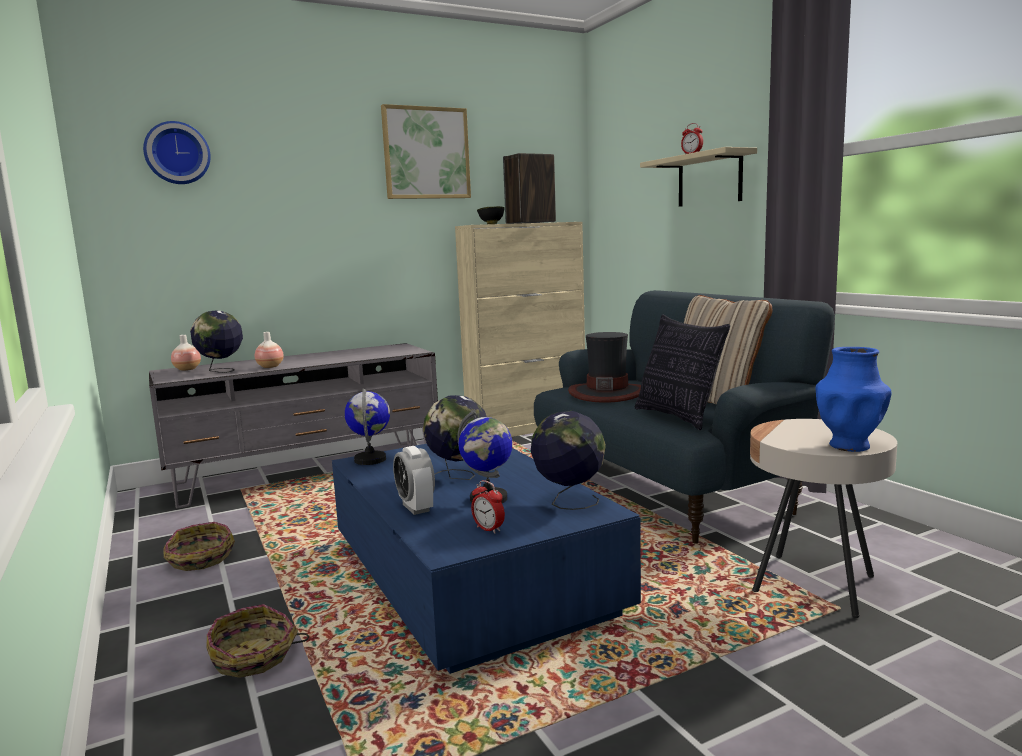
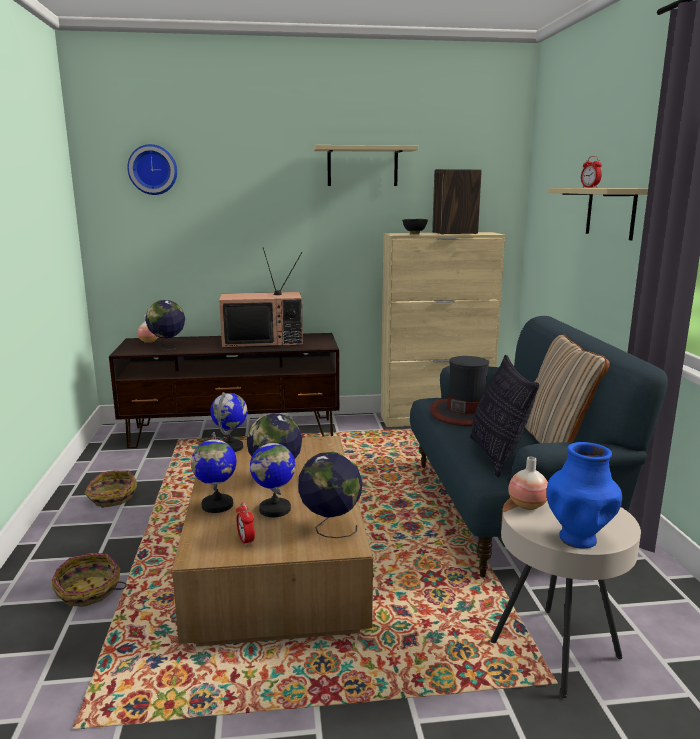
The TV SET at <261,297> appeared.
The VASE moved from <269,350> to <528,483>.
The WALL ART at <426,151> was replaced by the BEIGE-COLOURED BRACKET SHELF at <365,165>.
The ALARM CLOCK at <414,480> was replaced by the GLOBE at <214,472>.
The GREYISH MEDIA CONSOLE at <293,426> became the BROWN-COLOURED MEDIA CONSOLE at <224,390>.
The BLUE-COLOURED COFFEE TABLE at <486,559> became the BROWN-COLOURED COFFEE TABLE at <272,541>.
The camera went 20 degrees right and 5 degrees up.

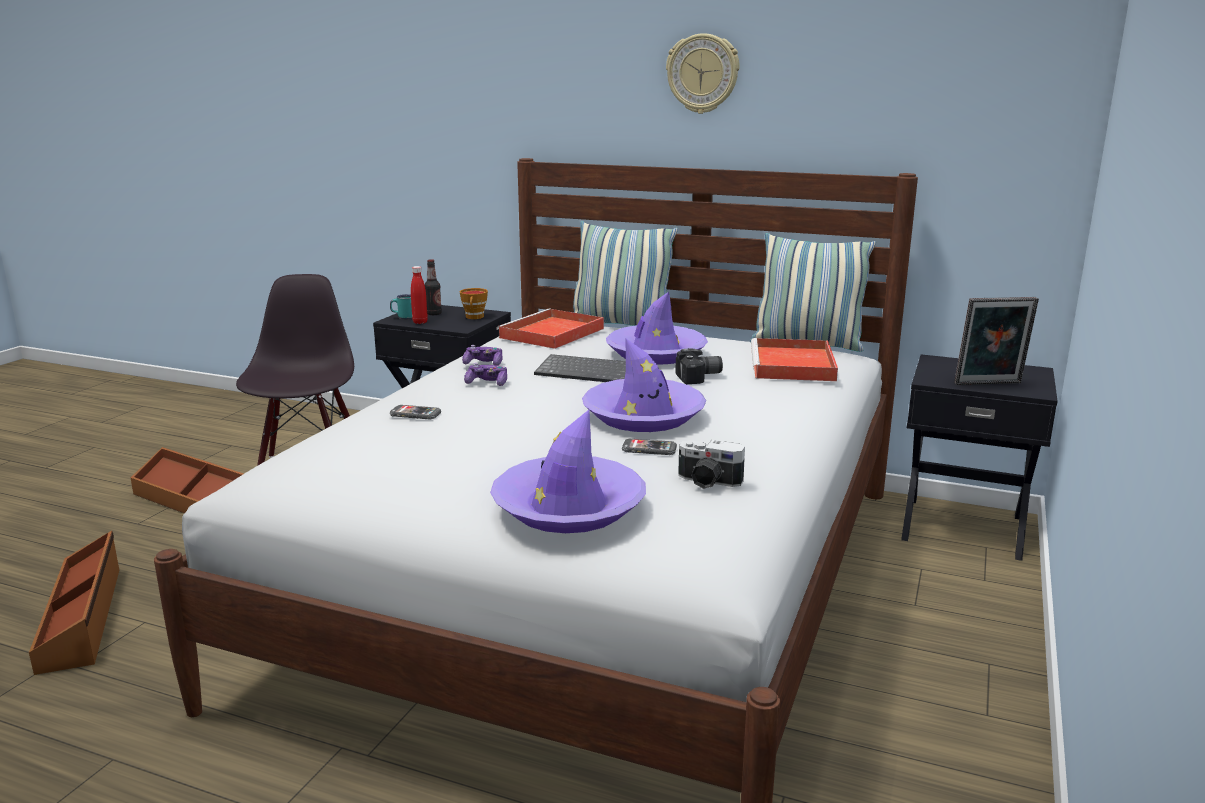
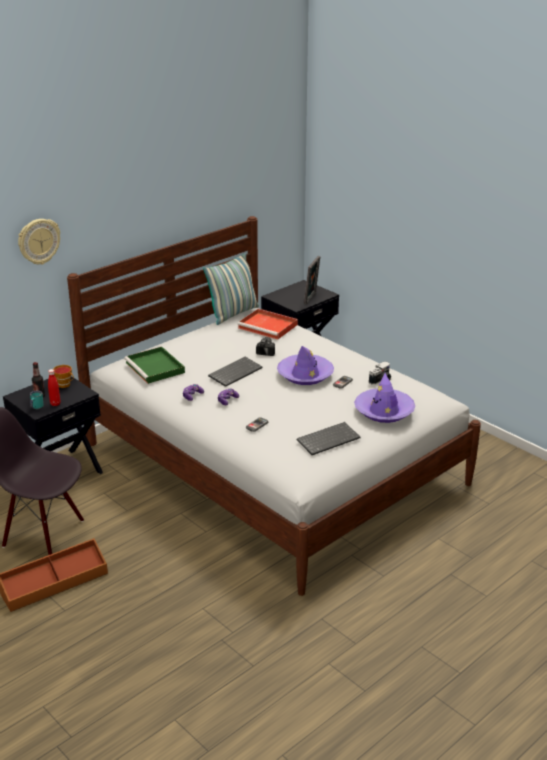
The BROWN-COLOURED STORAGE CONTAINER at <74,603> disappeared.
The THROW PILLOW at <625,273> disappeared.
The PURPLE CLOTHING HAT at <657,328> disappeared.
The KEYBOARD at <328,438> appeared.
The CLOCK ON THE WALL moved from <702,73> to <39,242>.
The RED CARRYING TRAY at <550,328> became the GREEN CARRYING TRAY at <154,365>.
The camera went 65 degrees left and 10 degrees up.

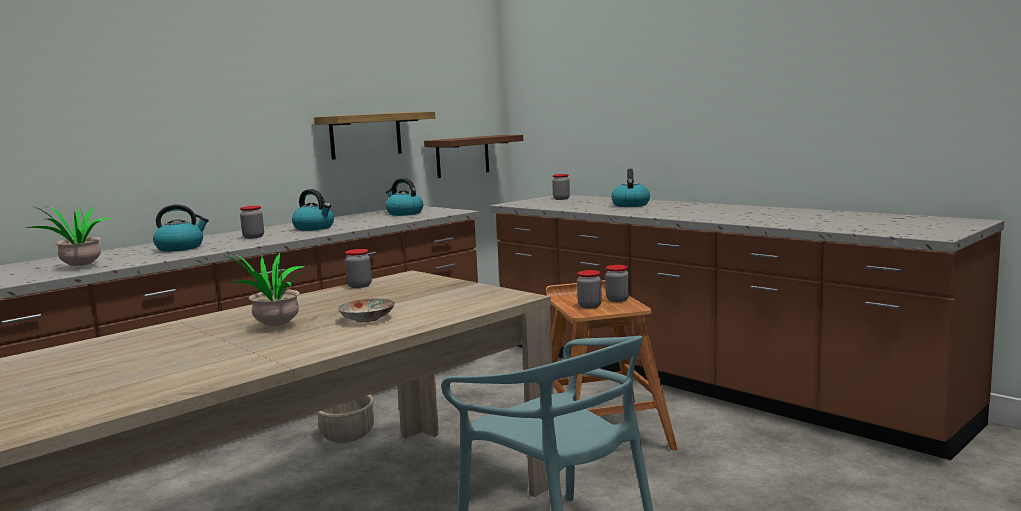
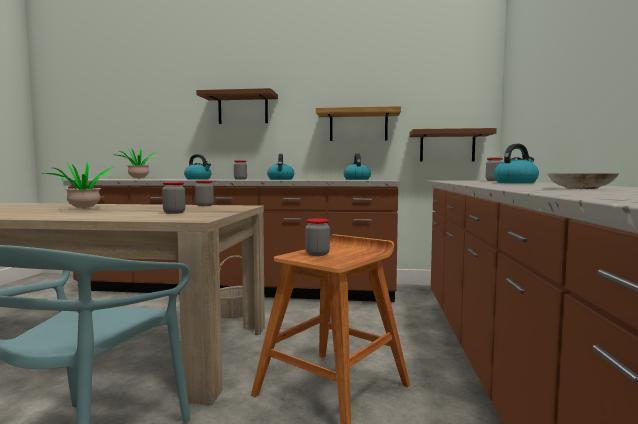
The BROWN-COLOURED BRACKET SHELF at <237,106> appeared.
The FLAT DISH moved from <366,310> to <583,181>.
The JAR moved from <617,283> to <173,198>.
The camera went 50 degrees right and 5 degrees down.

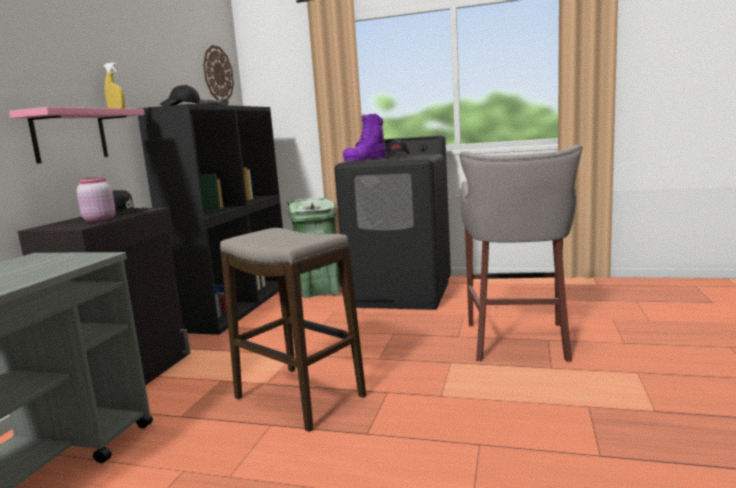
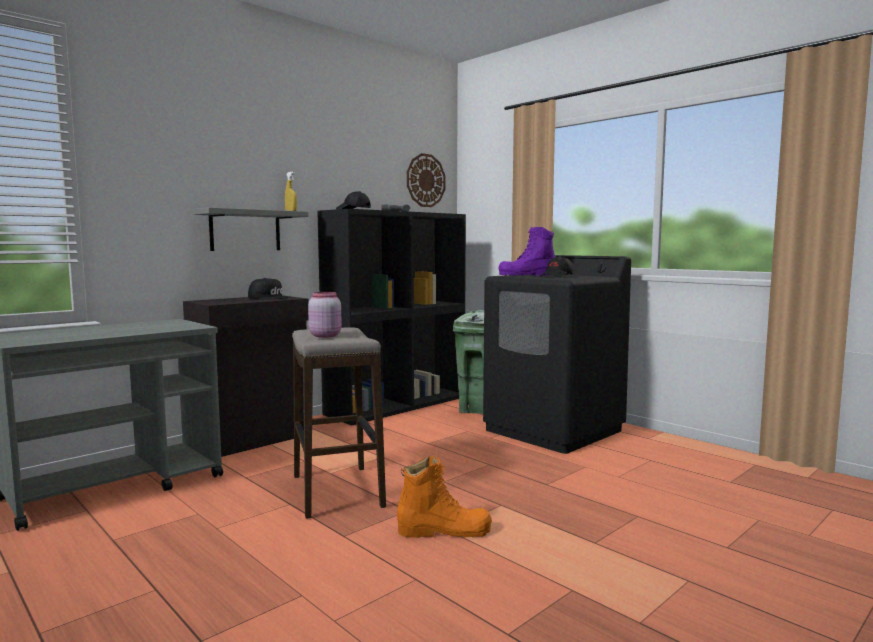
The GREYISH SITTING STOOL at <521,253> disappeared.
The ORANGEY BOOT at <444,497> appeared.
The PINK JAR moved from <96,200> to <325,315>.
The PINK BRACKET SHELF at <77,135> became the GREYISH BRACKET SHELF at <251,229>.
The camera went 30 degrees right and 5 degrees down.

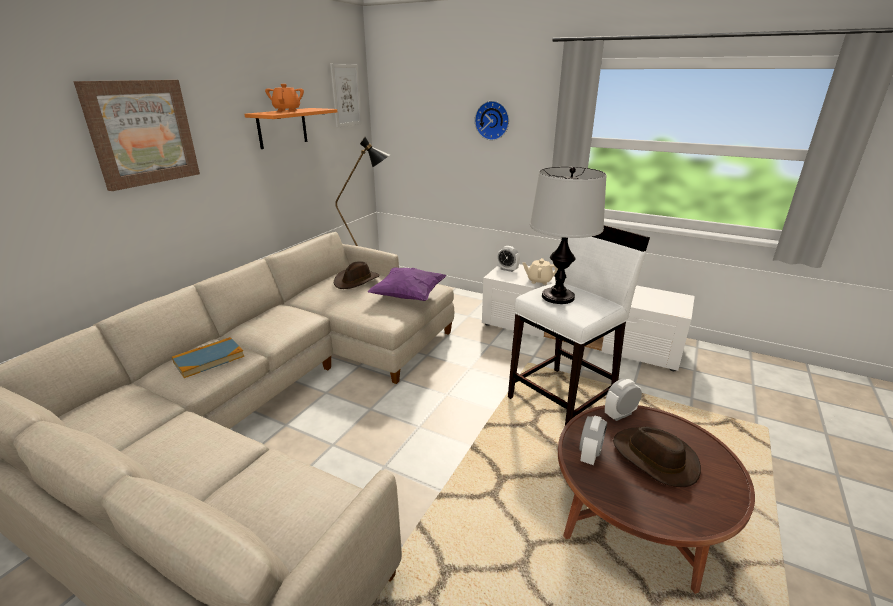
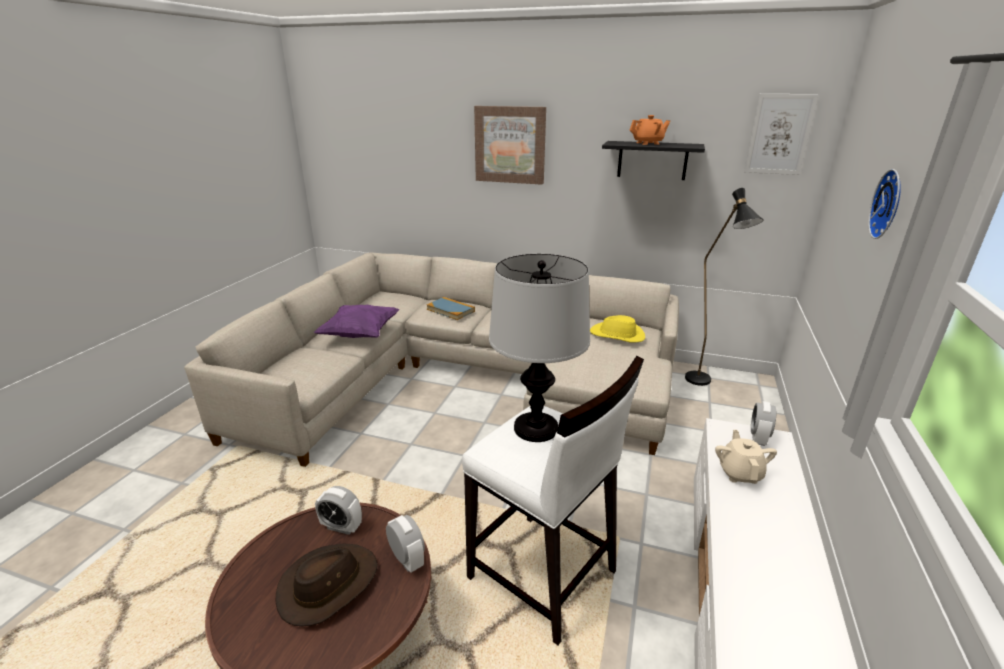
The PURPLE THROW PILLOW moved from <406,284> to <357,321>.
The ORANGEY BRACKET SHELF at <291,128> became the BLACK-COLOURED BRACKET SHELF at <653,160>.
The BROWN-COLOURED CLOTHING HAT at <357,275> became the YELLOW CLOTHING HAT at <617,328>.
The camera went 80 degrees right and 0 degrees up.

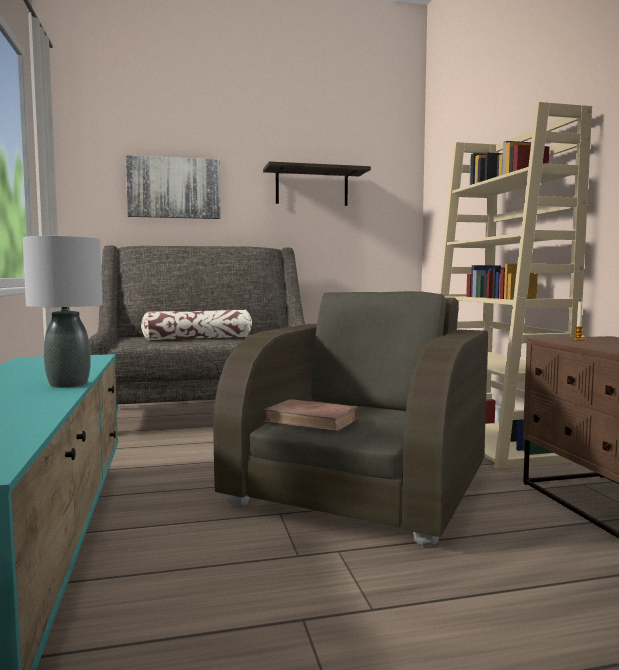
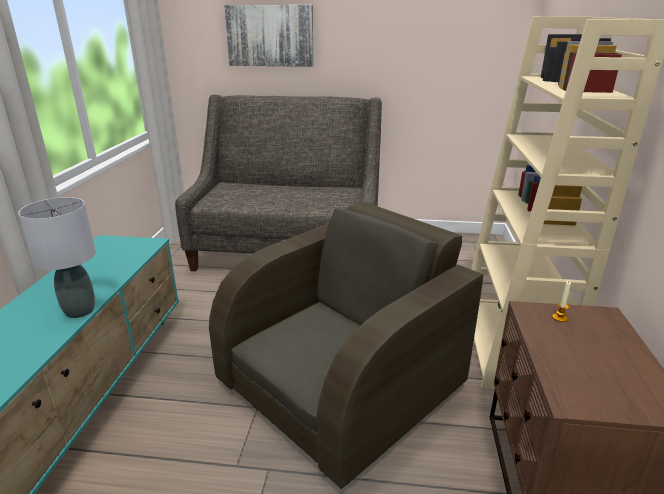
The THROW PILLOW at <196,325> disappeared.
The BRACKET SHELF at <317,183> disappeared.
The BROWN-COLOURED BOUND BOOK at <311,415> disappeared.
The camera went 20 degrees right and 20 degrees up.

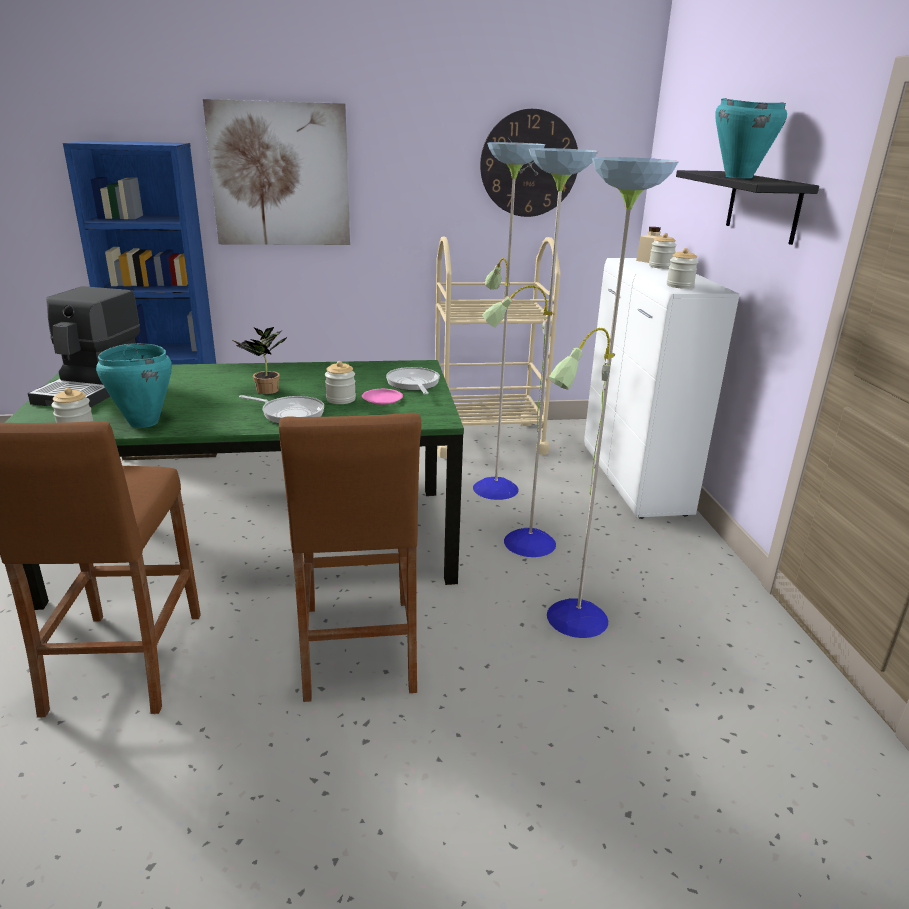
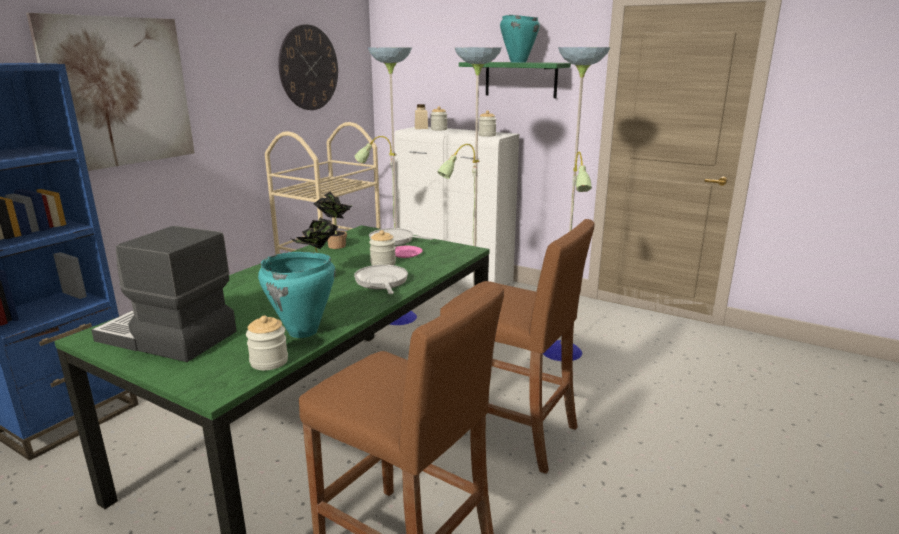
The HOUSEPLANT at <333,220> appeared.
The BLACK-COLOURED BRACKET SHELF at <747,207> became the GREEN BRACKET SHELF at <515,80>.
The COFFEE BREWER at <84,346> turned 150 degrees clockwise.
The FRYING PAN at <281,409> turned 75 degrees counterclockwise.
The camera went 50 degrees left and 5 degrees down.

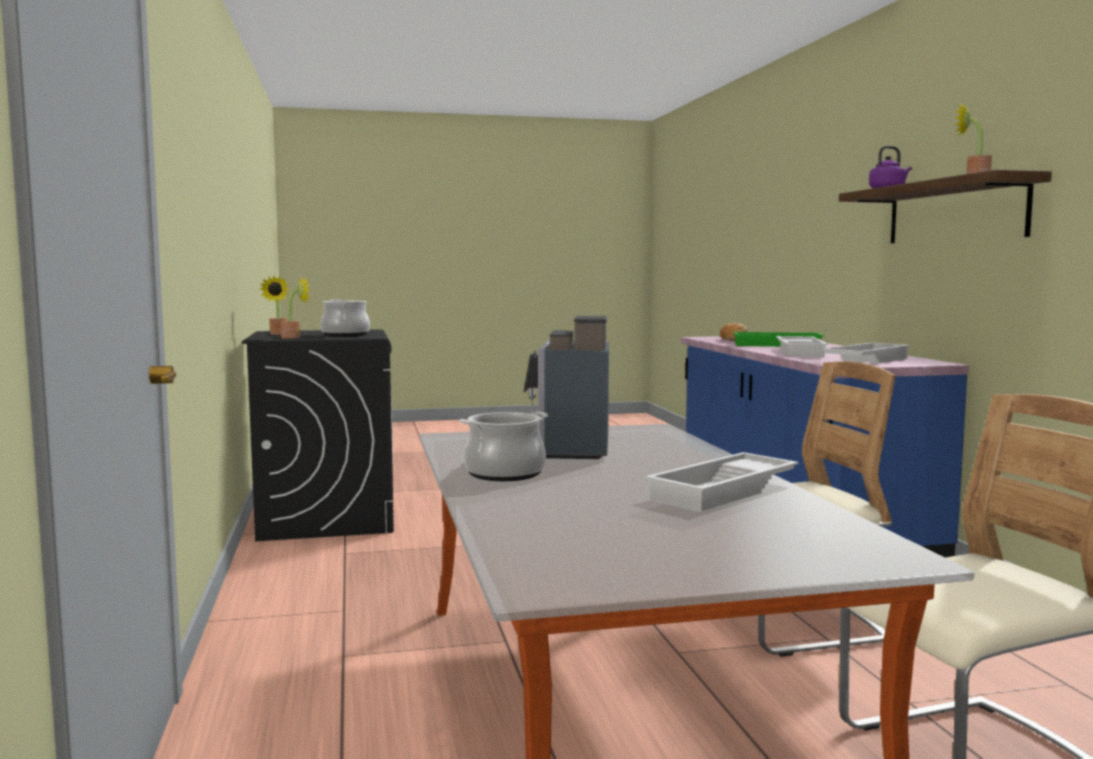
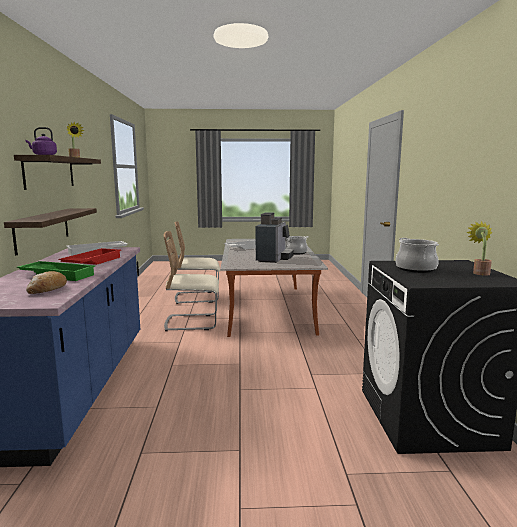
The HOUSEPLANT at <295,307> disappeared.
The BRACKET SHELF at <50,232> appeared.
The WHITE-COLOURED CARRYING TRAY at <802,346> became the RED CARRYING TRAY at <90,256>.
The camera went 170 degrees left and 5 degrees up.

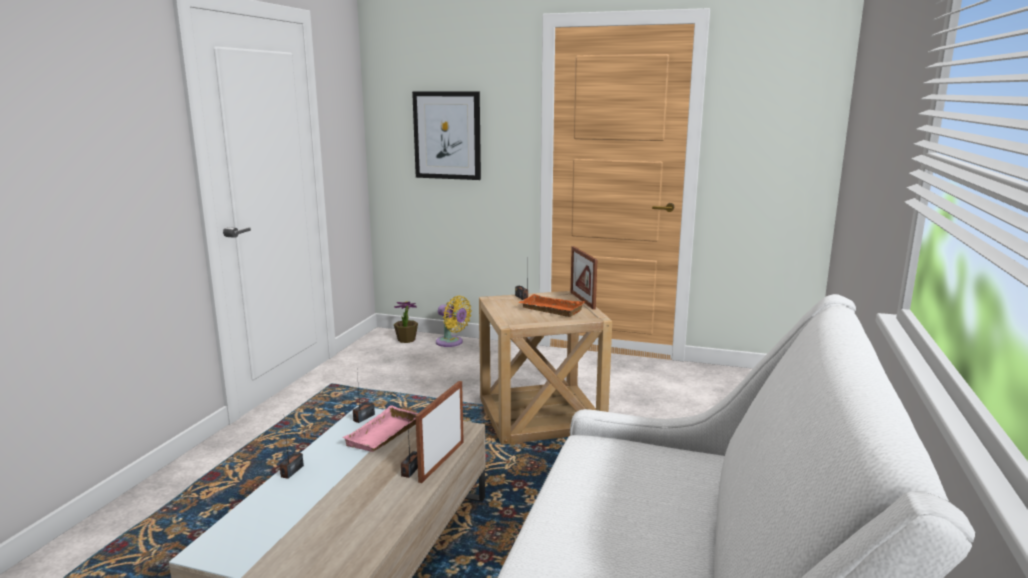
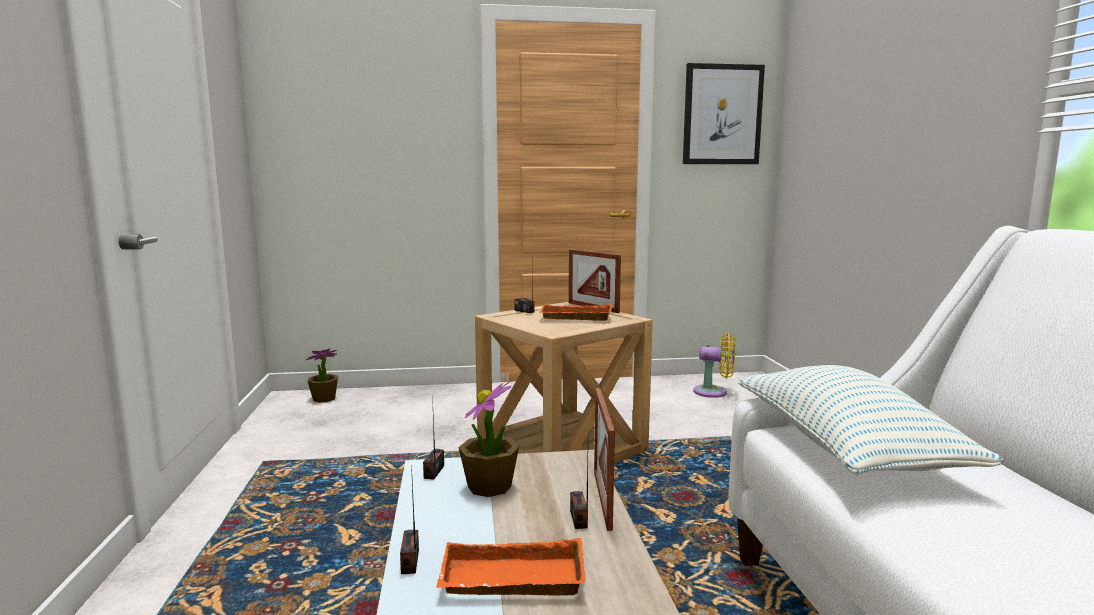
The ORANGEY CARRYING TRAY at <511,567> appeared.
The THROW PILLOW at <871,420> appeared.
The WALL ART moved from <446,135> to <724,113>.
The YELLOW FAN moved from <454,321> to <714,365>.
The PINK CARRYING TRAY at <380,428> was replaced by the HOUSEPLANT at <488,439>.
The camera went 25 degrees left and 5 degrees down.

